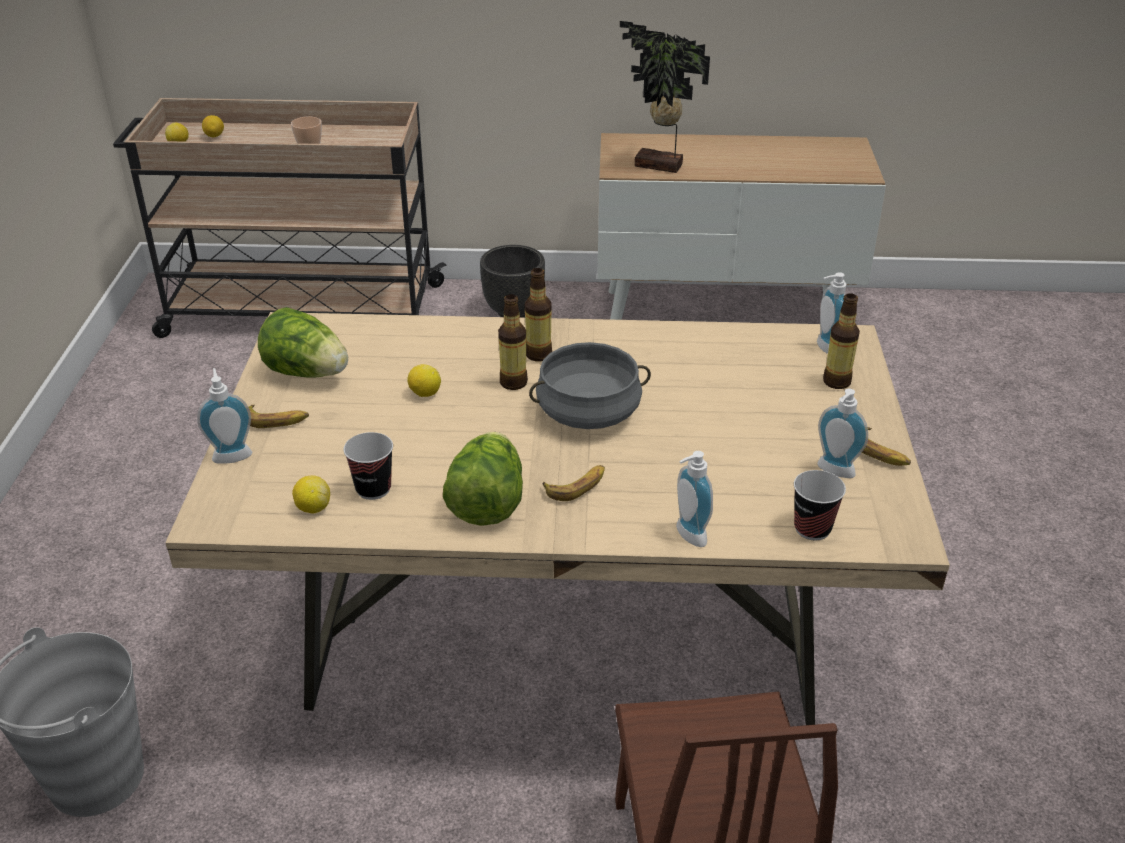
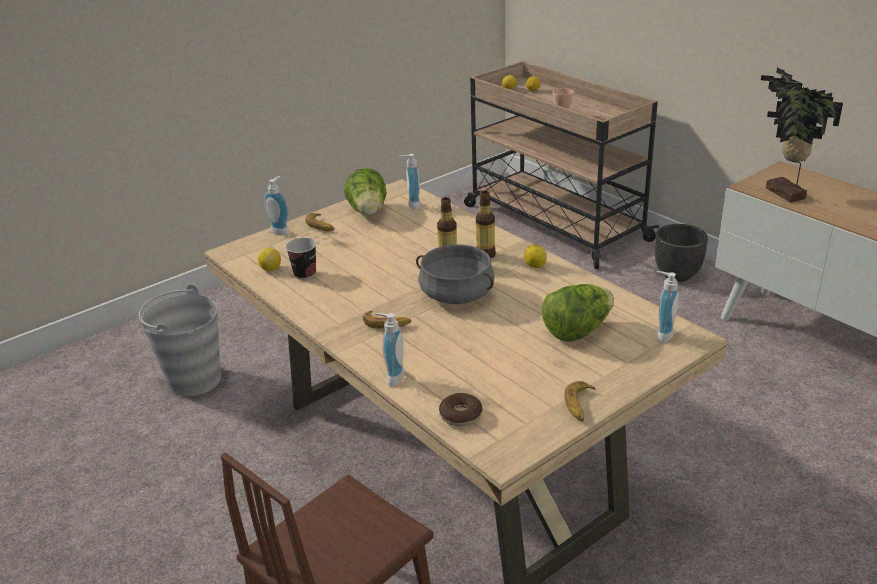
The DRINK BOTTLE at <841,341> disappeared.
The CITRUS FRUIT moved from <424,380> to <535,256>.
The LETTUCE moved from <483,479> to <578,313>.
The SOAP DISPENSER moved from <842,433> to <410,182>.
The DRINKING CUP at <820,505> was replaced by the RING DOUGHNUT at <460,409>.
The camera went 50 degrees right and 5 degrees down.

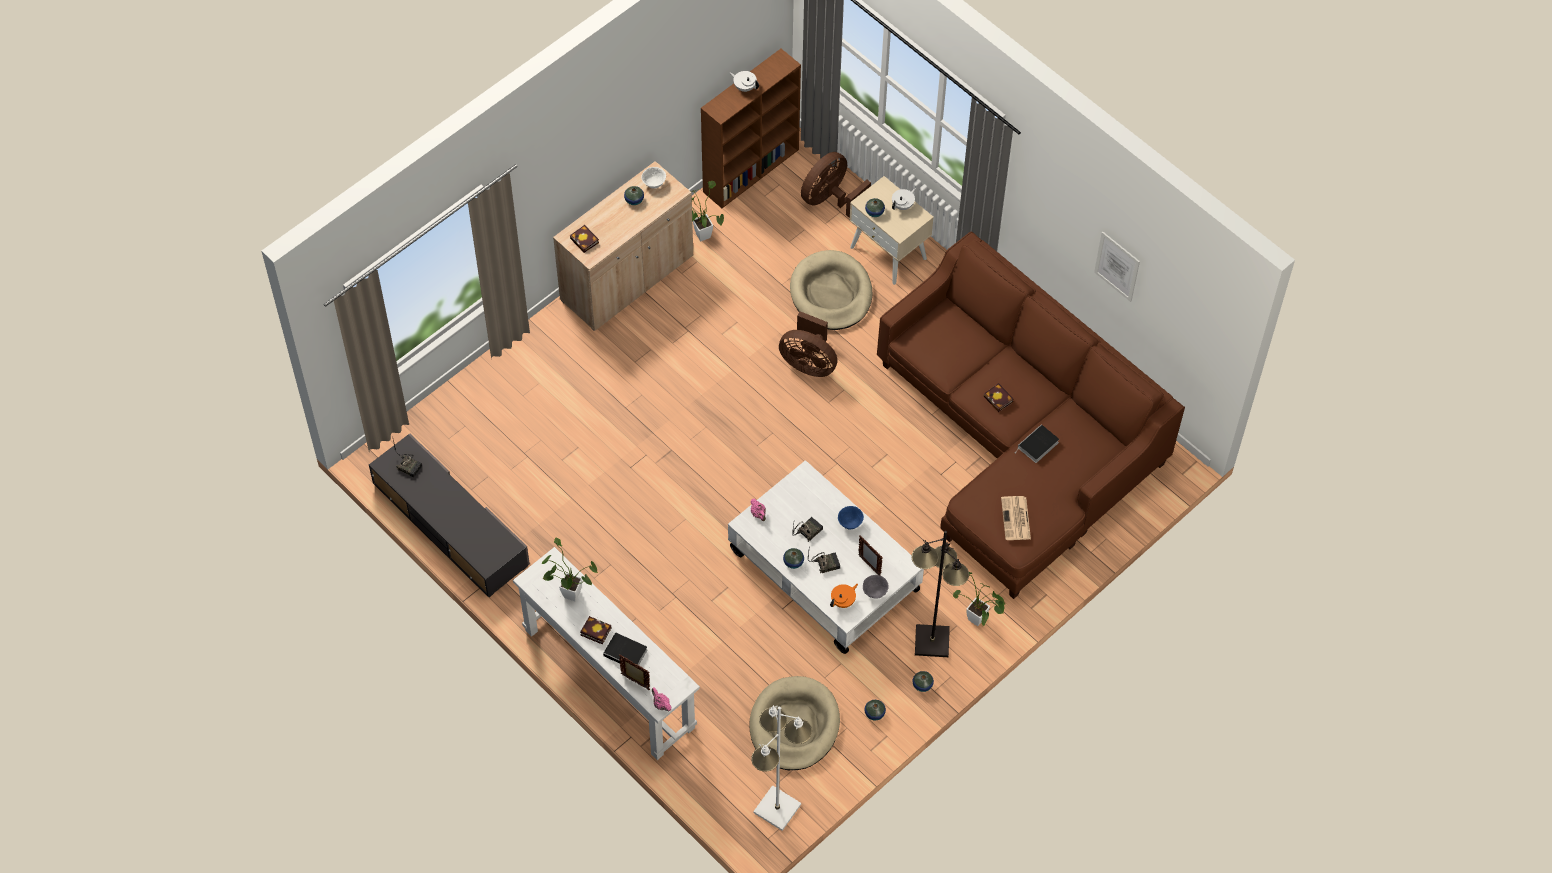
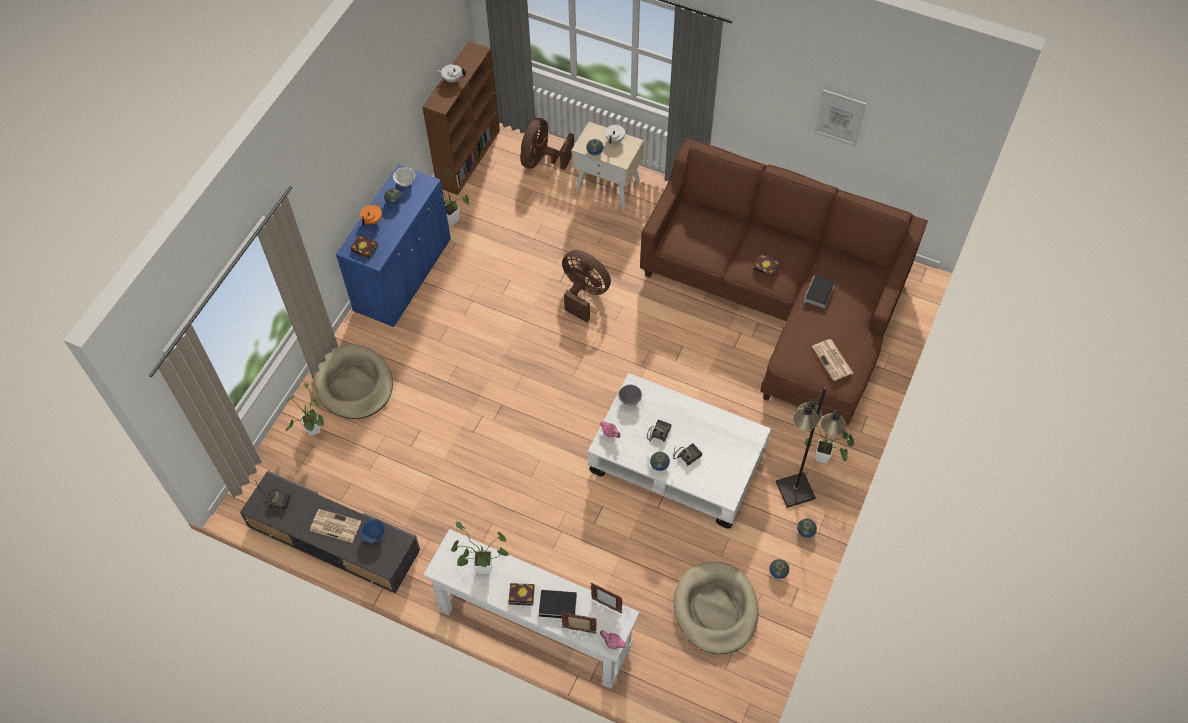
The WHITE-COLOURED STANDARD LAMP at <781,768> disappeared.
The HOUSEPLANT at <305,409> appeared.
The PRINTED PAPER at <335,526> appeared.
The BEIGE-COLOURED DOG BED moved from <831,290> to <353,381>.
The ORANGEY TEAPOT moved from <844,596> to <371,214>.
The BLUE-COLOURED SERVING BOWL moved from <851,518> to <372,530>.
The STANDING FRAME moved from <870,555> to <606,598>.
The GREYISH SERVING BOWL moved from <876,587> to <630,395>.
The BEIGE-COLOURED STORAGE CABINET at <623,246> became the BLUE-COLOURED STORAGE CABINET at <393,245>.
The BROWN-COLOURED FAN at <808,344> turned 150 degrees counterclockwise.
The camera went 20 degrees left and 0 degrees up.

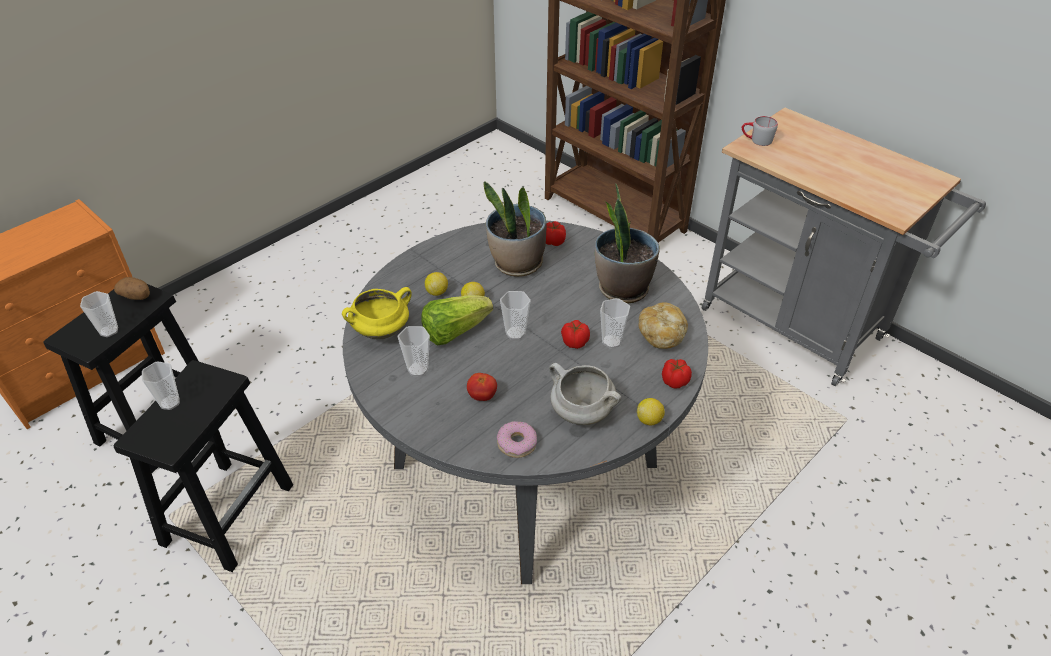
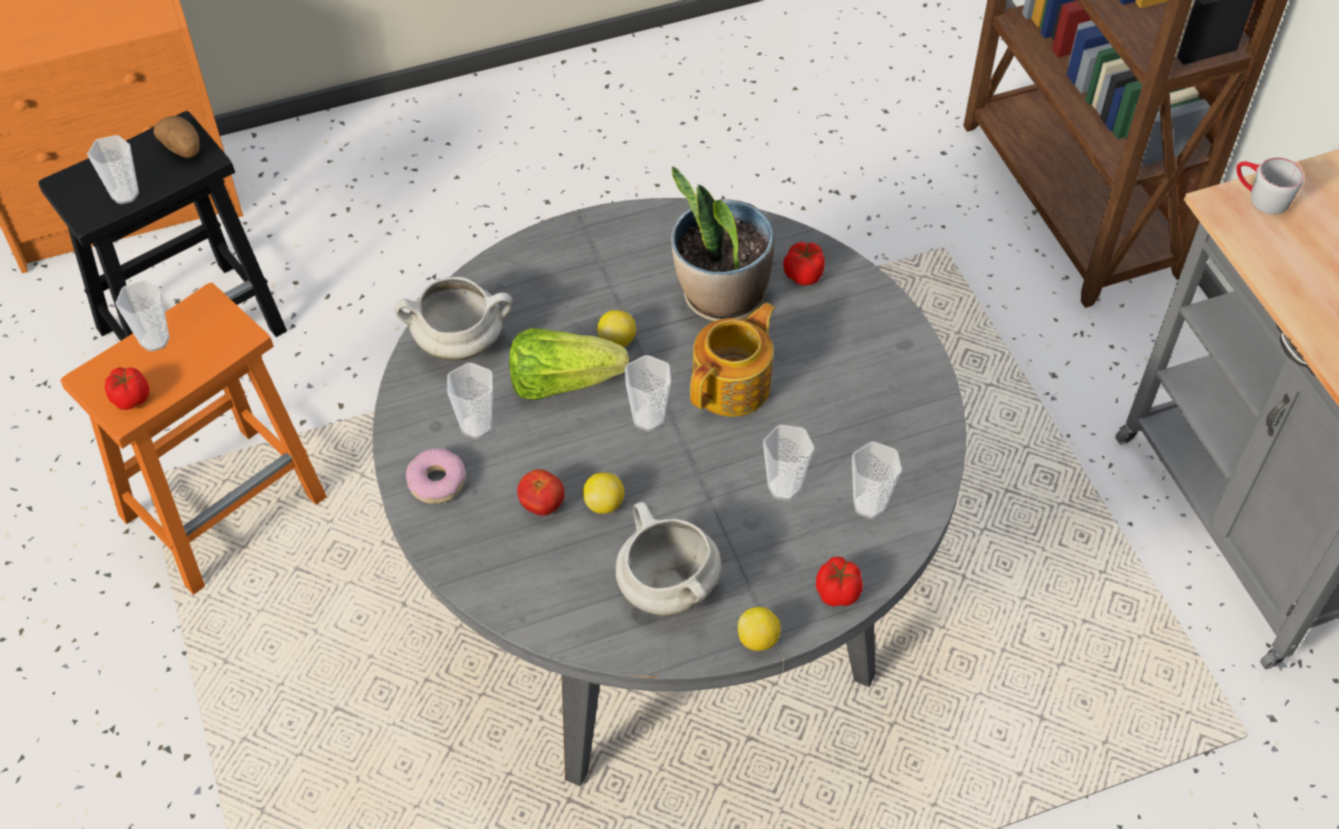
The HOUSEPLANT at <627,243> disappeared.
The TEAPOT at <732,359> appeared.
The CITRUS FRUIT moved from <436,284> to <603,493>.
The RING DOUGHNUT moved from <517,439> to <436,476>.
The FRESH TOMATO moved from <575,334> to <127,388>.
The BAKERY BREAD at <663,325> was replaced by the DRINKING CUP at <877,480>.
The BLACK-COLOURED SITTING STOOL at <203,466> became the ORANGEY SITTING STOOL at <194,439>.
The YELLOW STOCKPOT at <377,313> became the WHITE-COLOURED STOCKPOT at <453,319>.
The camera went 25 degrees right and 10 degrees up.

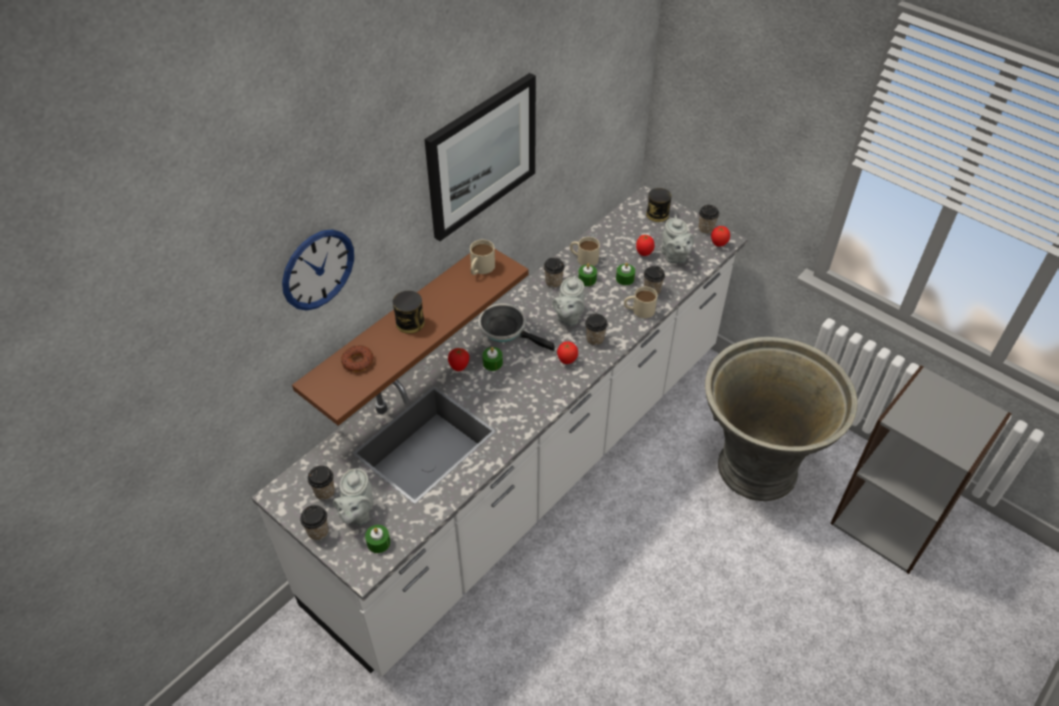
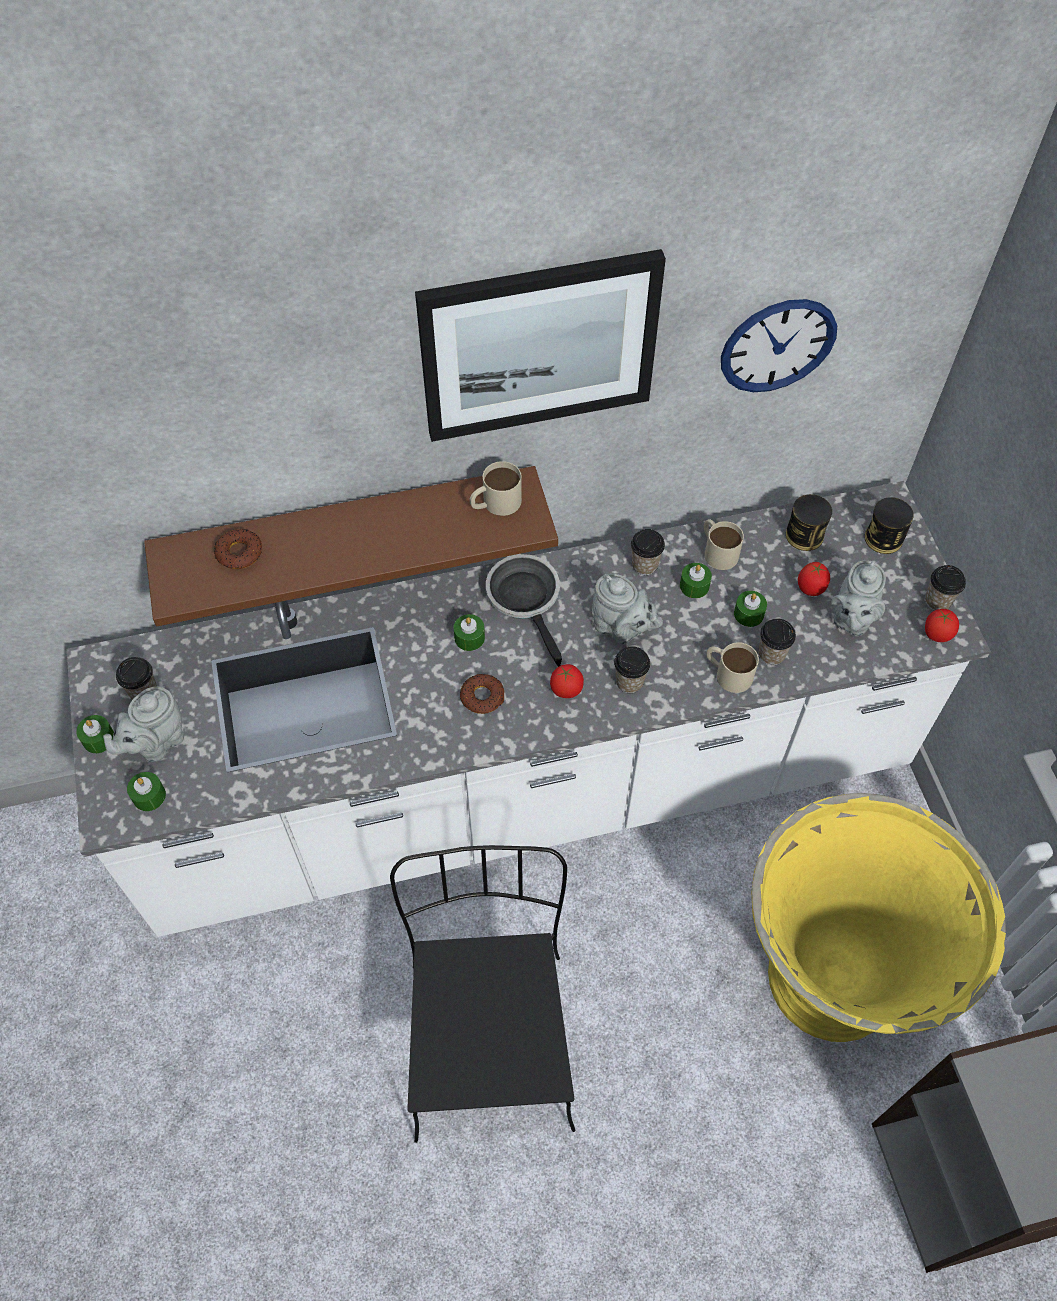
The FRESH TOMATO at <458,359> disappeared.
The BLACK-COLOURED CHAIR at <482,994> appeared.
The RING DOUGHNUT at <482,694> appeared.
The CLOCK ON THE WALL moved from <318,270> to <779,345>.
The METAL CAN moved from <409,312> to <809,522>.
The DRINKING CUP at <314,523> was replaced by the GREEN CANDLE at <95,734>.
The GREYISH PLANTER at <781,419> became the YELLOW PLANTER at <878,917>.
The GREYISH TEAPOT at <568,301> turned 105 degrees counterclockwise.
The camera went 35 degrees right and 10 degrees up.

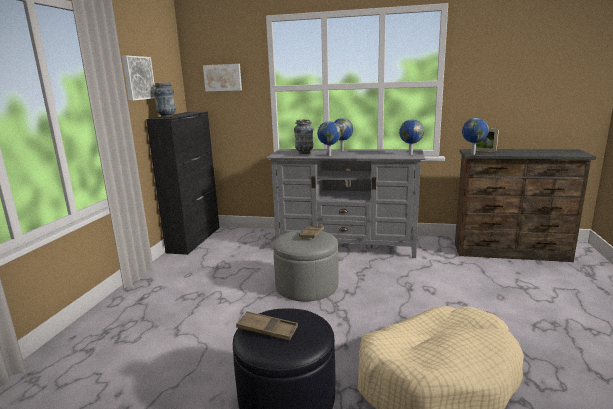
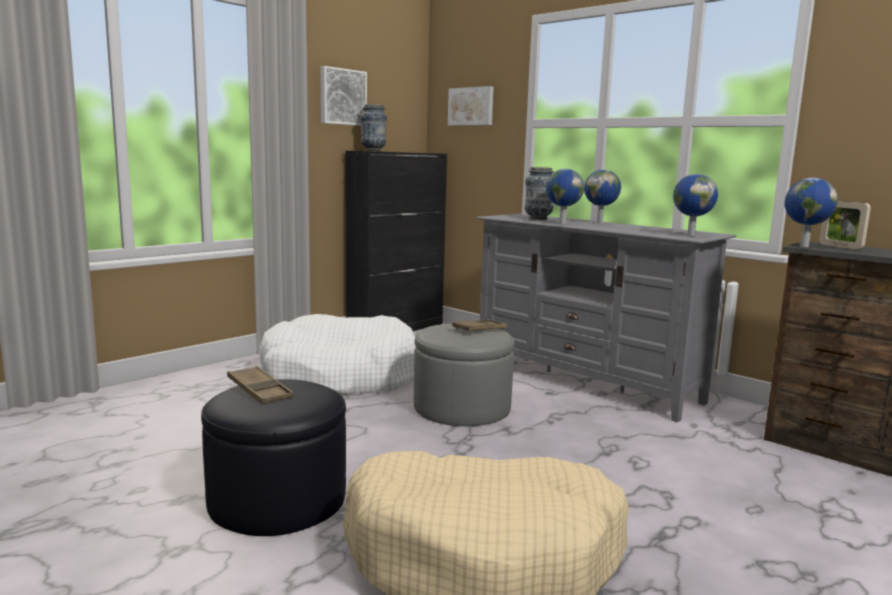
The WHITE-COLOURED DOG BED at <337,354> appeared.
The camera went 30 degrees right and 5 degrees down.

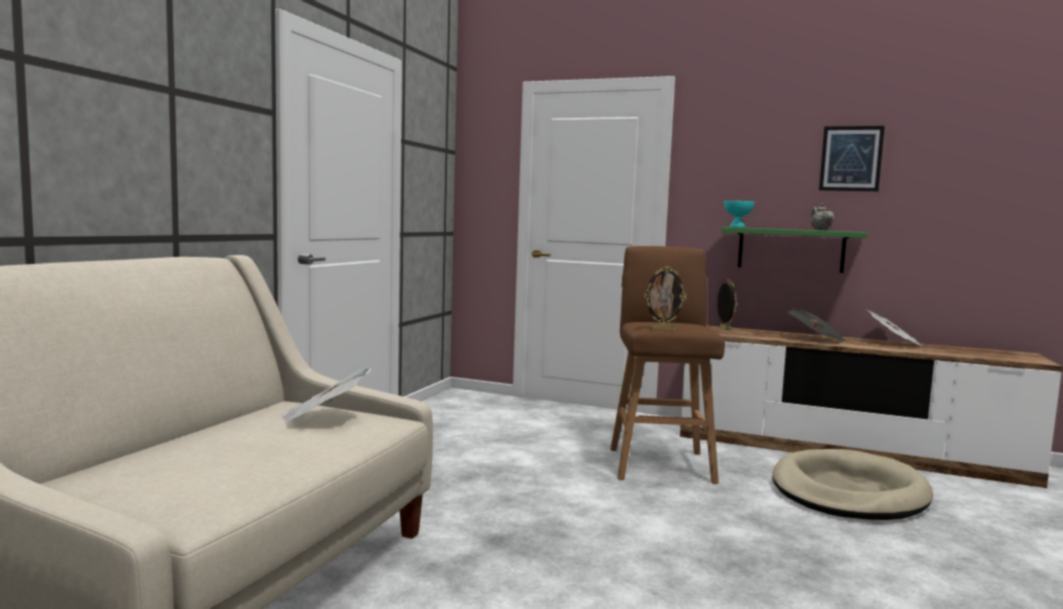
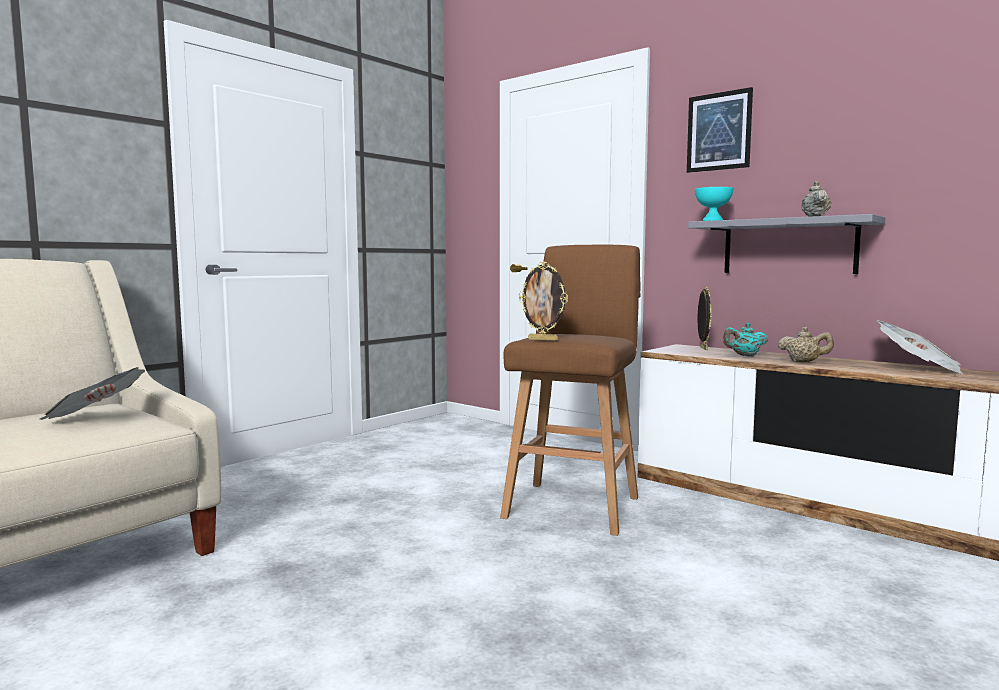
The BEIGE-COLOURED DOG BED at <852,484> disappeared.
The TURQUOISE TEAPOT at <745,340> appeared.
The WALL ART moved from <852,158> to <720,130>.
The PRINTED PAPER at <817,324> was replaced by the BEIGE-COLOURED TEAPOT at <806,344>.
The GREEN BRACKET SHELF at <794,250> became the GREYISH BRACKET SHELF at <786,244>.
The camera went 20 degrees right and 0 degrees up.

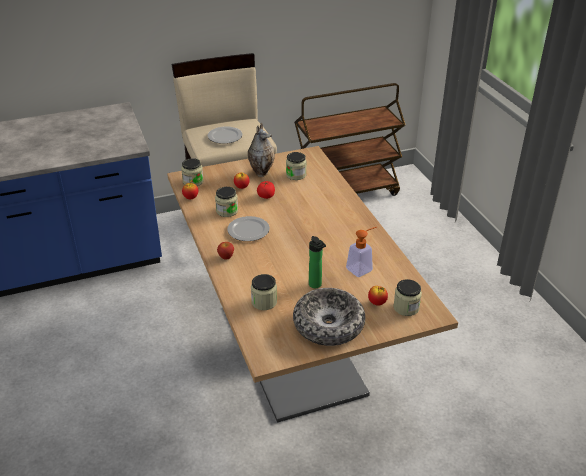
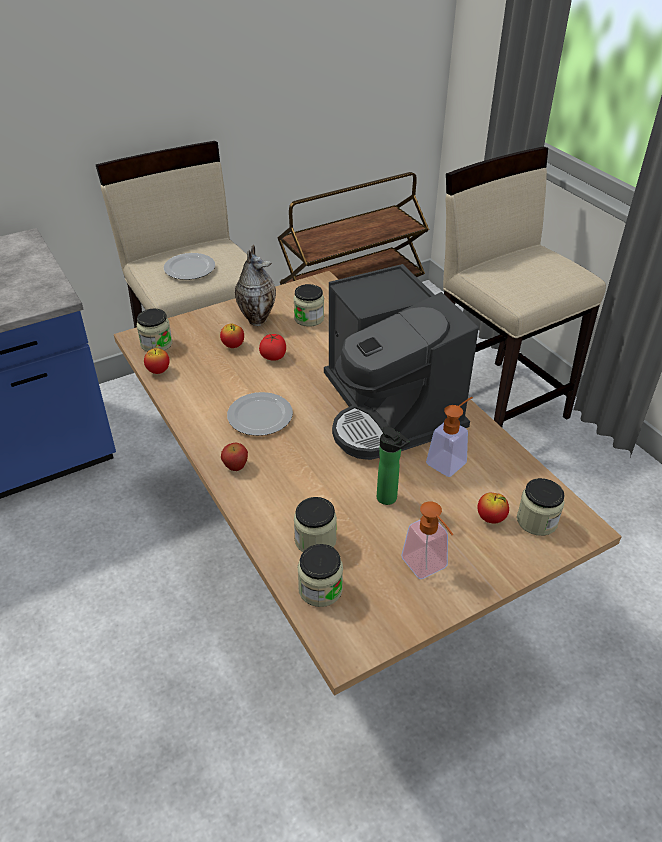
The COFFEE BREWER at <401,362> appeared.
The BEIGE-COLOURED SITTING STOOL at <524,287> appeared.
The JAR moved from <226,202> to <320,575>.
The SERVING BOWL at <329,317> was replaced by the SOAP DISPENSER at <427,540>.
The camera went 10 degrees left and 5 degrees up.

